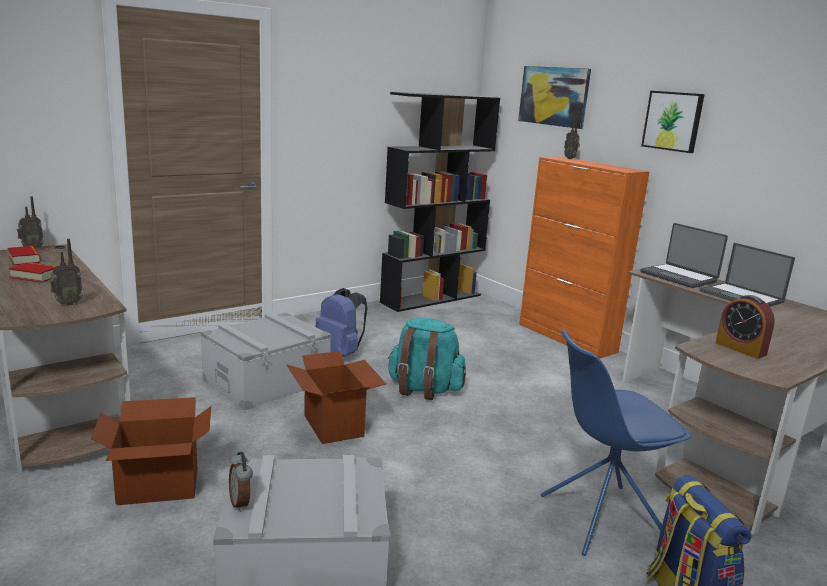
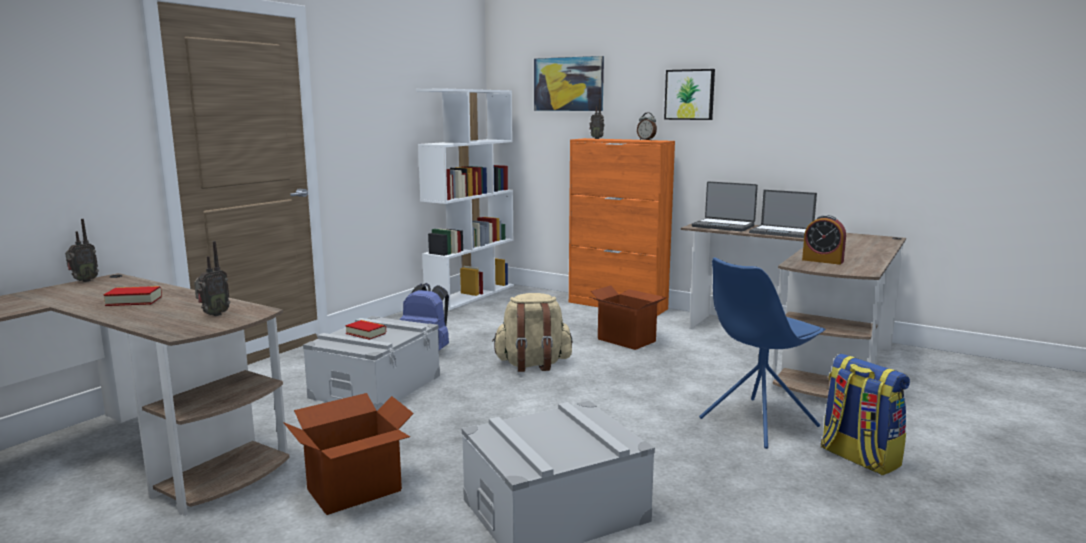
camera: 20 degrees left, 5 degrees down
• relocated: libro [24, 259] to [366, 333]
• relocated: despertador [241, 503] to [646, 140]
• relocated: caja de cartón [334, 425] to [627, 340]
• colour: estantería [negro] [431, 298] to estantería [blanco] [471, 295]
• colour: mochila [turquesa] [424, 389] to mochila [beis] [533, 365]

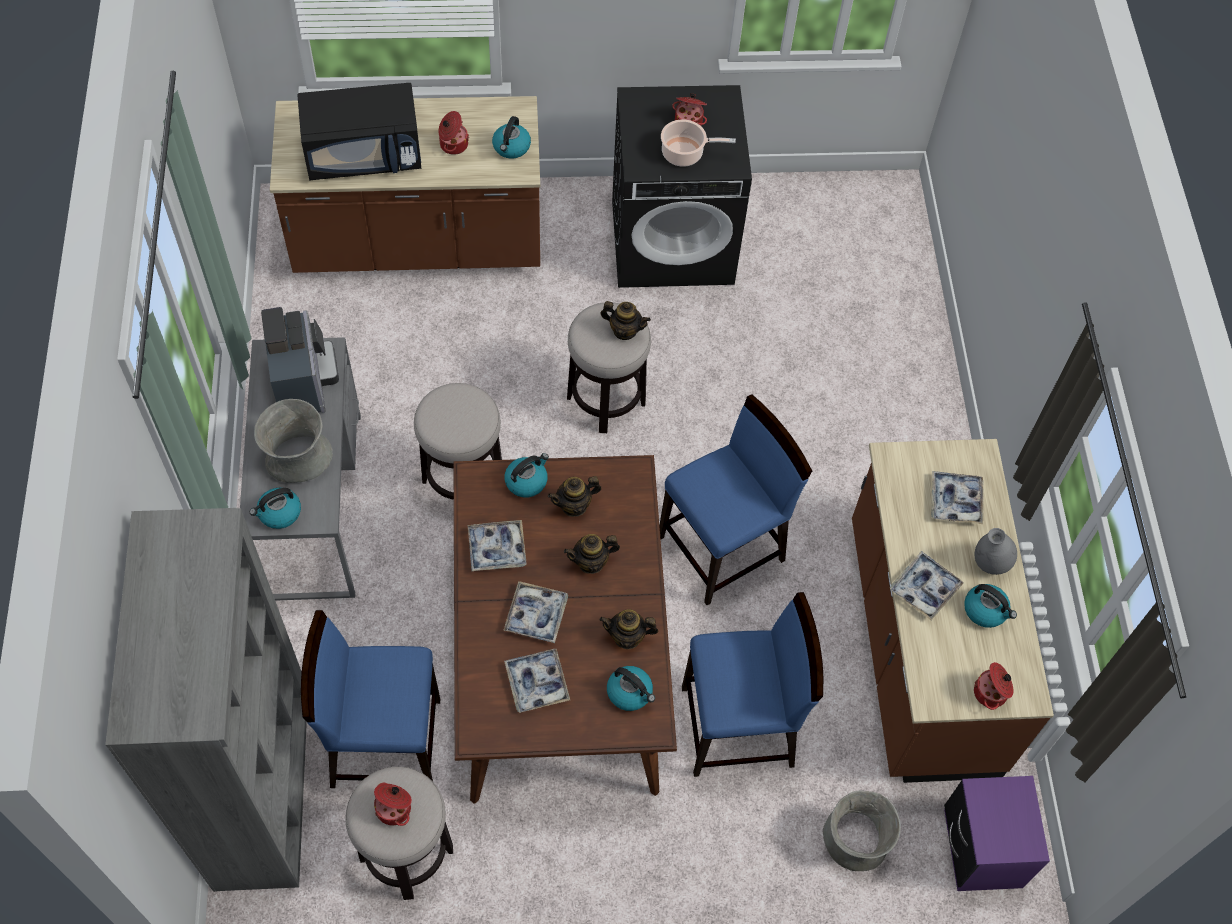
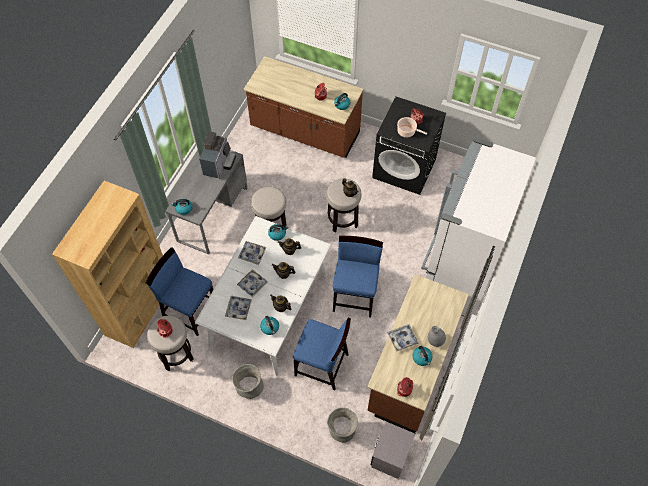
camera: 30 degrees right, 0 degrees up
• missing: microondas [negro] [364, 154]
• missing: bandeja [955, 501]
• appeared: nevera [blanco] [457, 273]
• relocated: florero [gris] [298, 458] to [249, 386]
• colour: estantería [gris] [263, 790] to estantería [marrón] [140, 308]
• colour: mesa de comedor [marrón] [560, 662] to mesa de comedor [blanco] [269, 310]
• colour: mesita de noche [morado] [982, 848] to mesita de noche [gris] [390, 456]
• spun: silla [azul] [723, 548] = [355, 295] 75 degrees counterclockwise

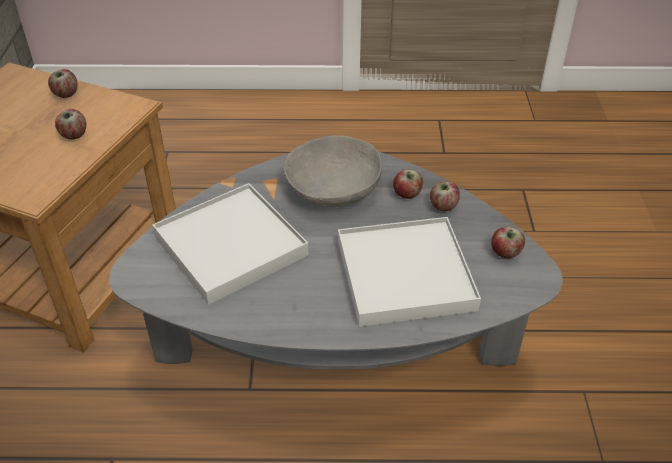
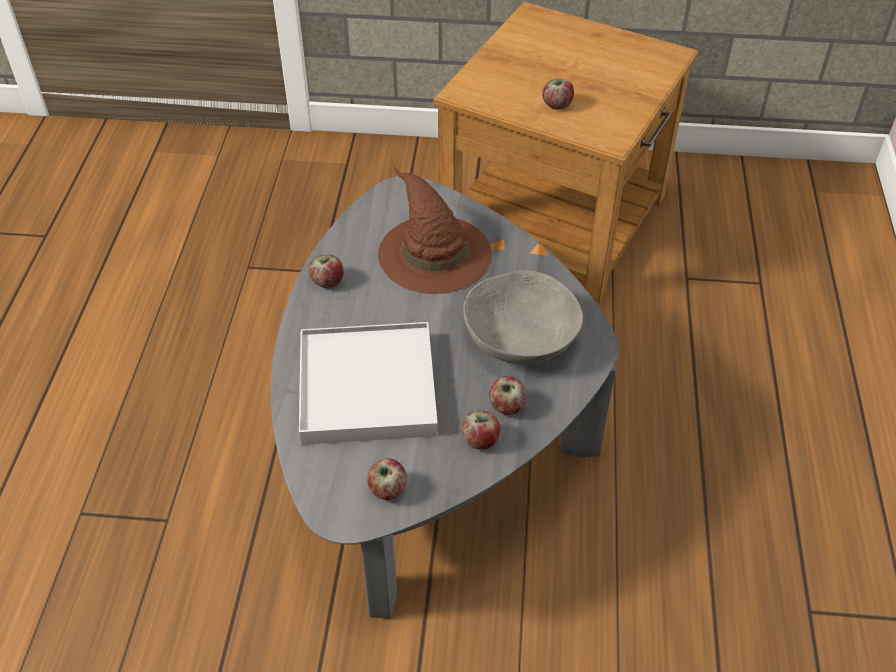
camera: 95 degrees right, 5 degrees up
• relocated: manzana [66, 94] to [327, 281]
• exchanged: bandeja [blanco] [231, 246] to sombrero [marrón] [433, 252]

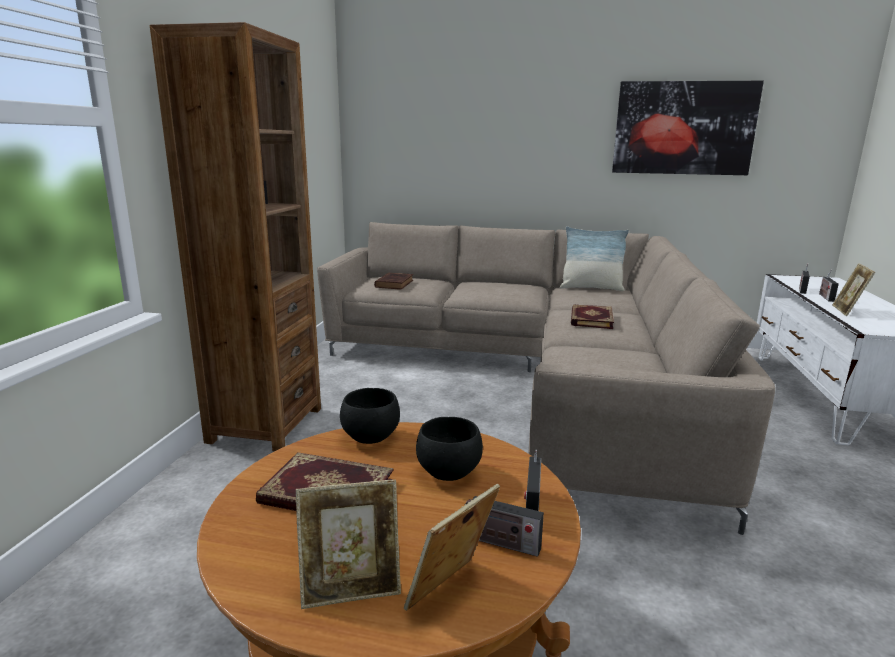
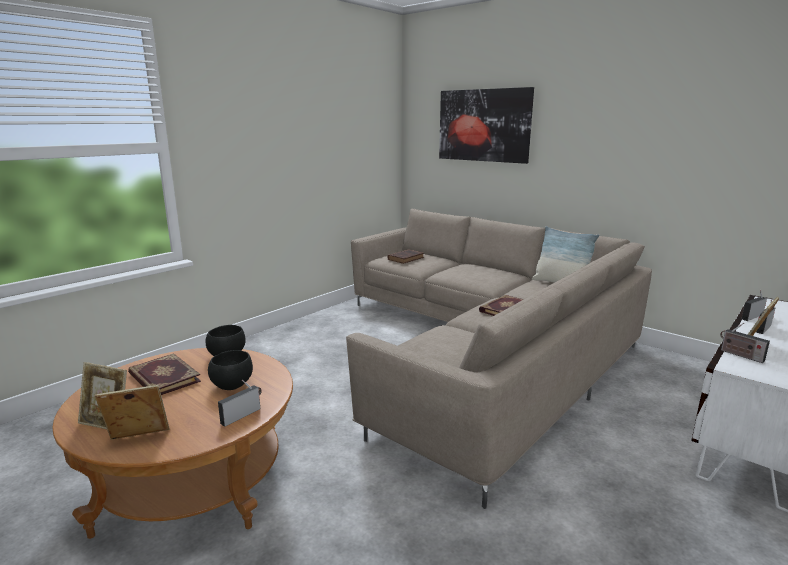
camera: 30 degrees right, 0 degrees up
• missing: estantería [marrón] [265, 425]
• relocated: radio [500, 543] to [739, 355]
• relocated: cuadro [683, 128] to [484, 125]

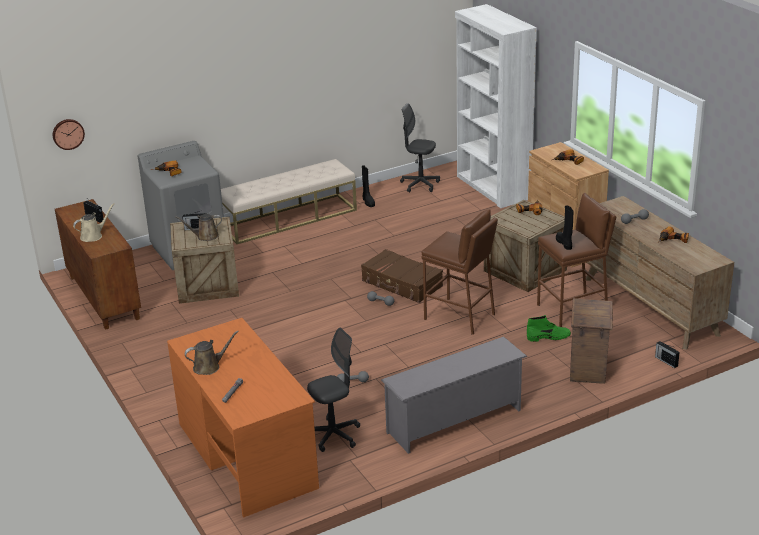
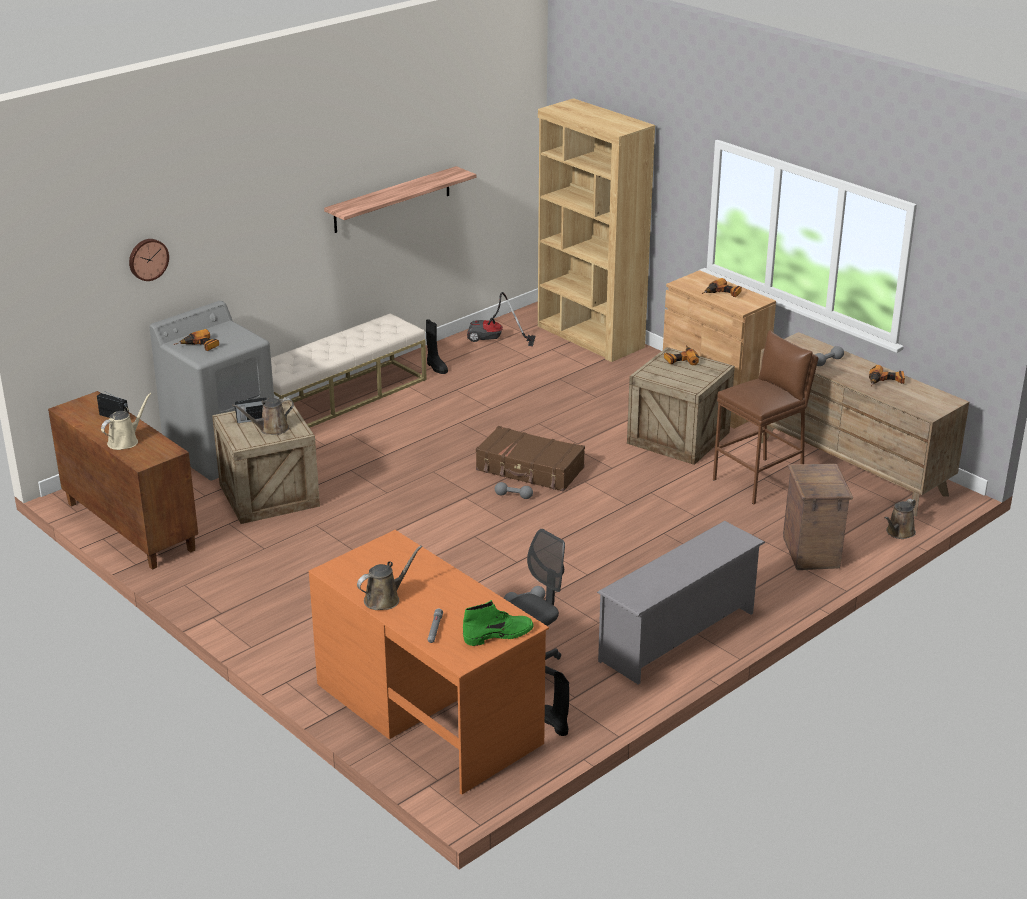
camera: 15 degrees left, 0 degrees up
• missing: taburete [marrón] [460, 316]
• appeared: estante [392, 200]
• relocated: reloj de pared [68, 133] to [147, 259]
• relocated: bota [verde] [549, 337] to [499, 635]
• relocated: bota [negro] [564, 243] to [555, 724]
• exchanged: silla de oficina [gris] [420, 184] to aspiradora [494, 340]
• exchanged: radio [666, 361] to regadera [marrón] [899, 533]
• colour: estantería [blanco] [493, 188] to estantería [marrón] [590, 337]

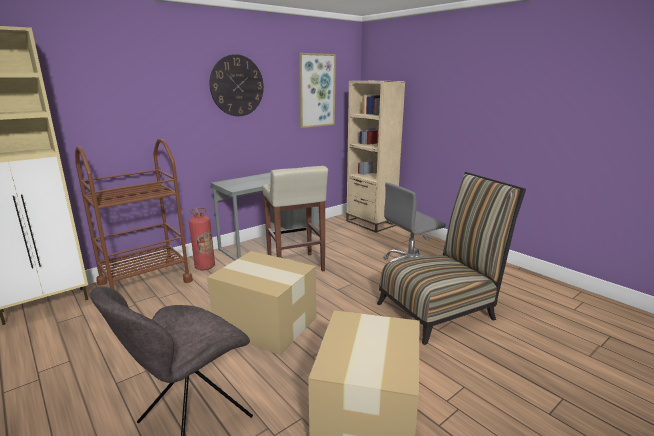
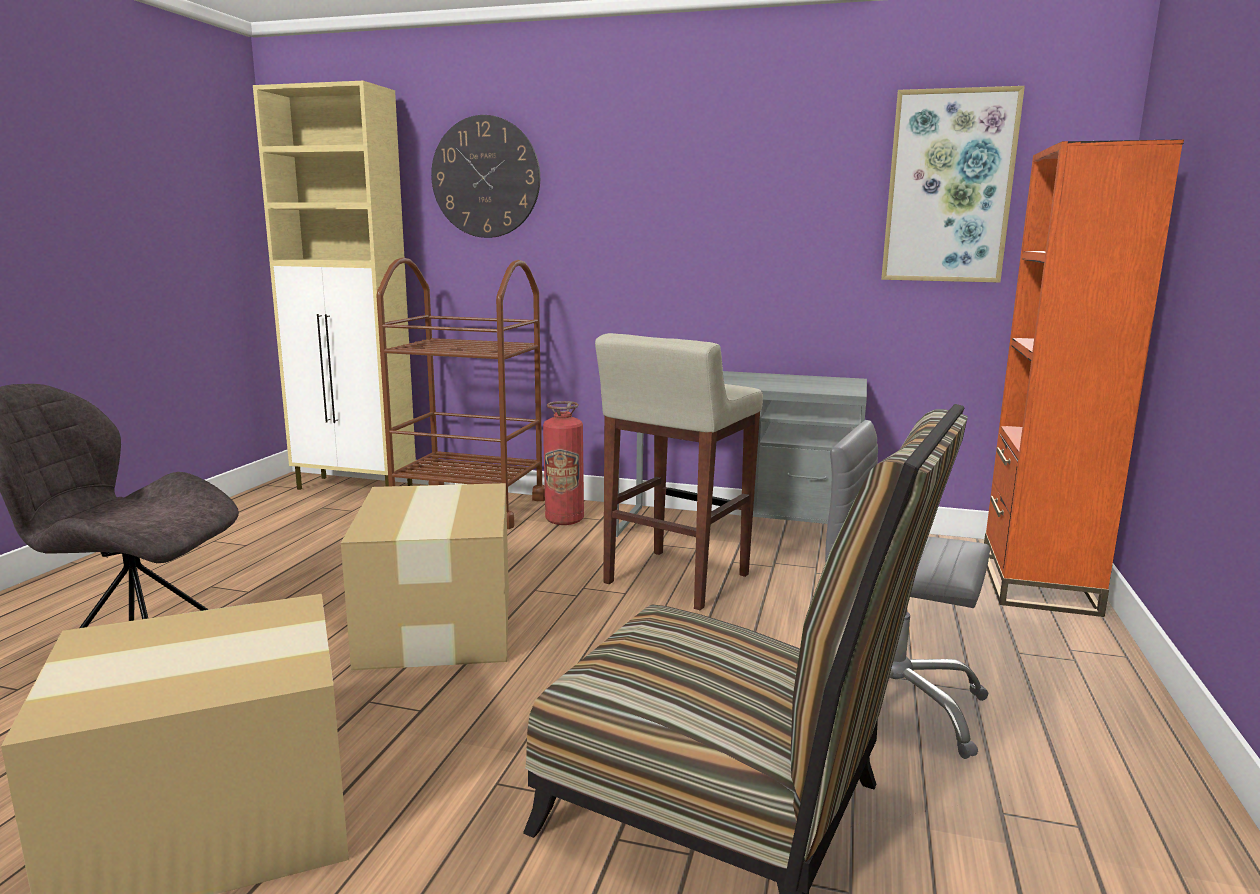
camera: 55 degrees right, 5 degrees down
• relocated: reloj de pared [237, 86] to [485, 177]
• colour: estantería [beis] [370, 223] to estantería [naranja] [1037, 584]

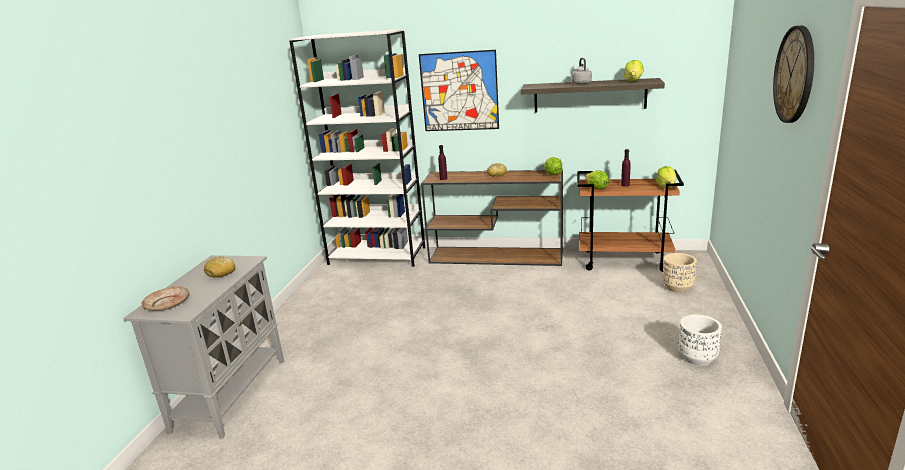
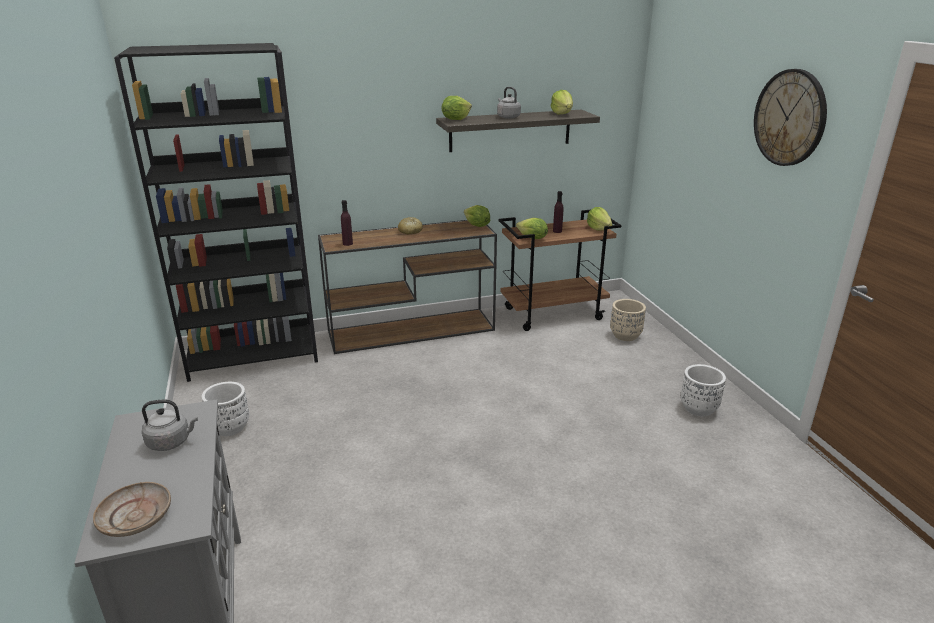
camera: 30 degrees left, 5 degrees up
• missing: cuadro [459, 91]
• appeared: maceta [blanco] [230, 427]
• appeared: lechuga [455, 119]
• exchanged: pan [221, 273] to hervidor [gris] [171, 442]
• colour: estantería [blanco] [378, 256] to estantería [negro] [254, 355]

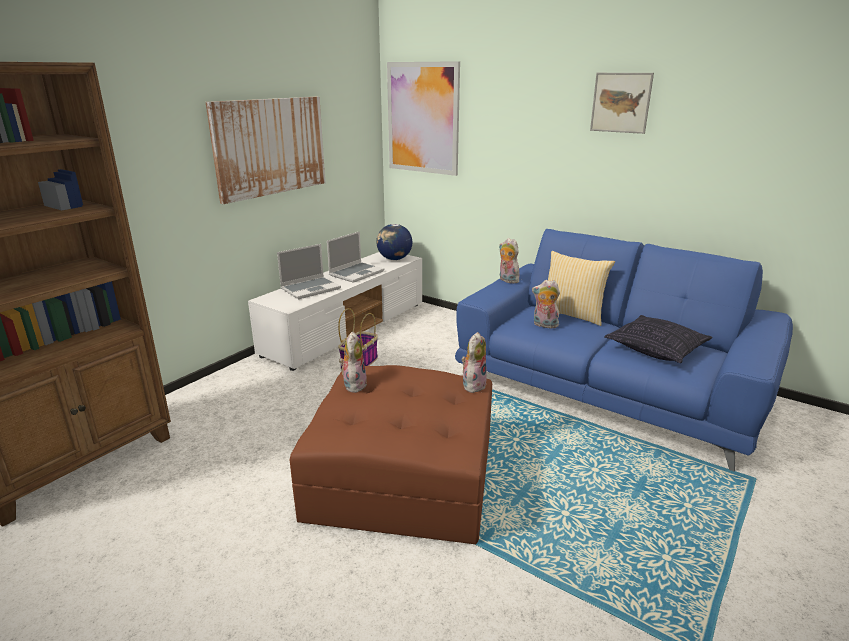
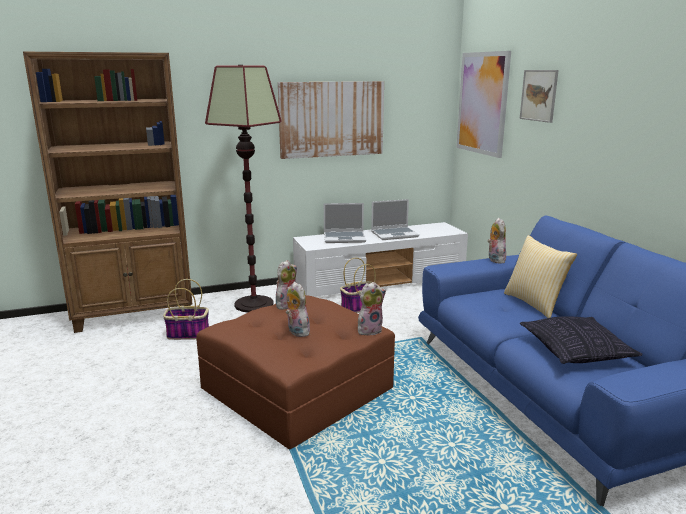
camera: 35 degrees right, 5 degrees down
• missing: globo terráqueo [394, 259]
• appeared: cesta [187, 334]
• appeared: lámpara de pie [254, 304]
• relocated: peluche [544, 325] to [296, 331]
• relocated: cuadro [621, 102] to [539, 95]

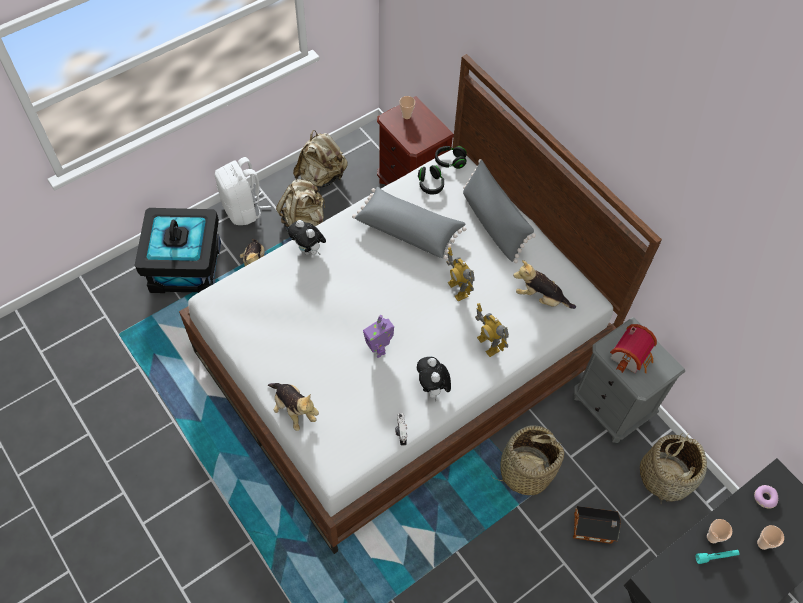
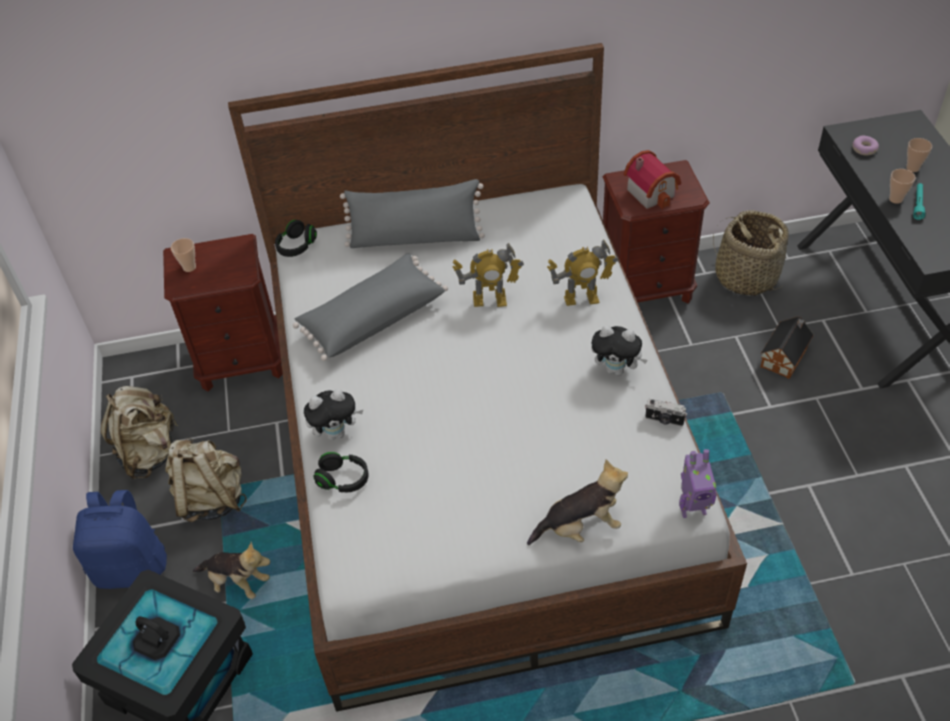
camera: 60 degrees left, 10 degrees down
• missing: cesta [525, 470]
• missing: peluche [540, 298]
• relocated: robot de juguete [378, 349] to [692, 508]
• relocated: auriculares [negro] [430, 184] to [343, 479]
• colour: mochila [blanco] [243, 209] to mochila [azul] [132, 567]
• colour: mesita de noche [gris] [611, 407] to mesita de noche [marrón] [646, 288]

